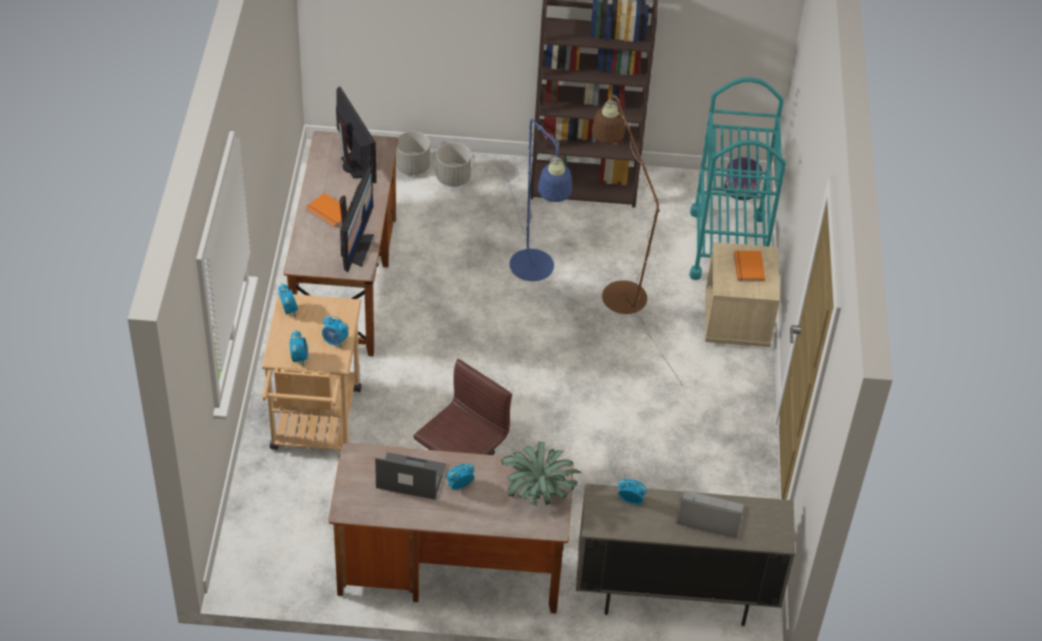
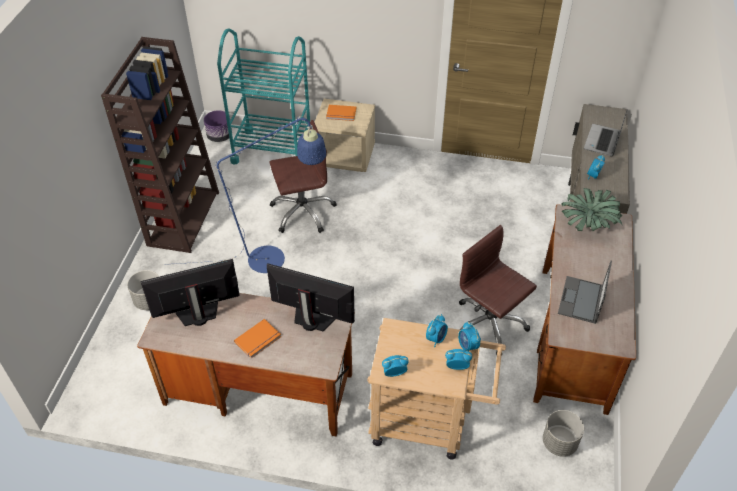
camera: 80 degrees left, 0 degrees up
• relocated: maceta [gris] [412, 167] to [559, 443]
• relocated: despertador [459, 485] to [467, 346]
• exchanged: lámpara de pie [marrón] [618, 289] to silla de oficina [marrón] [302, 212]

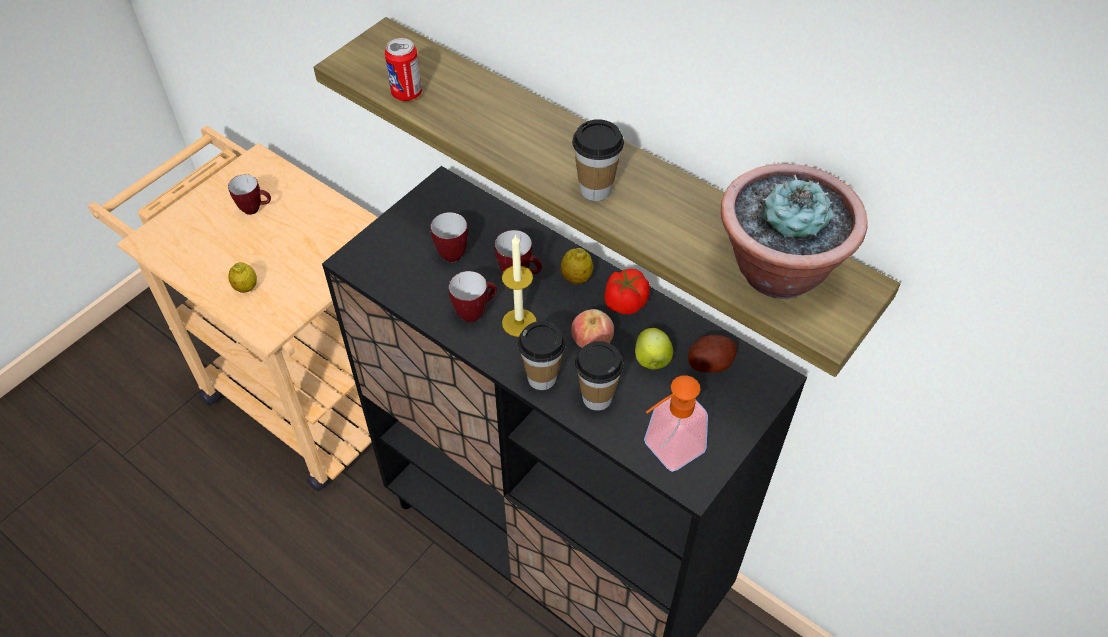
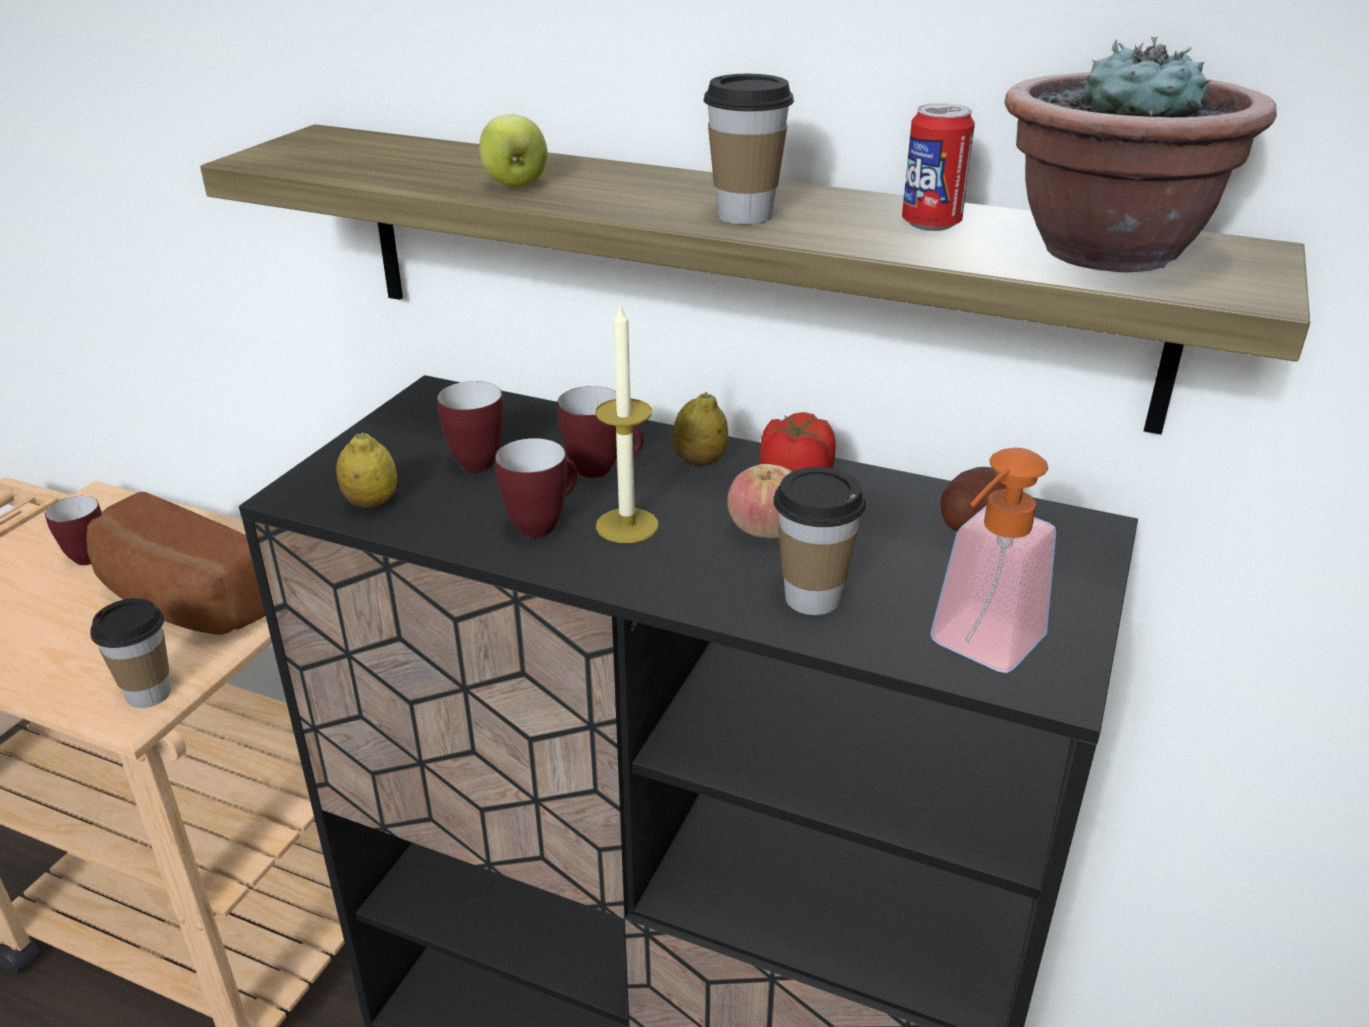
camera: 15 degrees left, 20 degrees down
• appeared: pan [181, 604]
• relocated: limón [246, 287] to [371, 503]
• relocated: lata [406, 94] to [931, 224]
• relocated: taza [542, 378] to [149, 694]
• relocated: manzana [652, 361] to [515, 184]

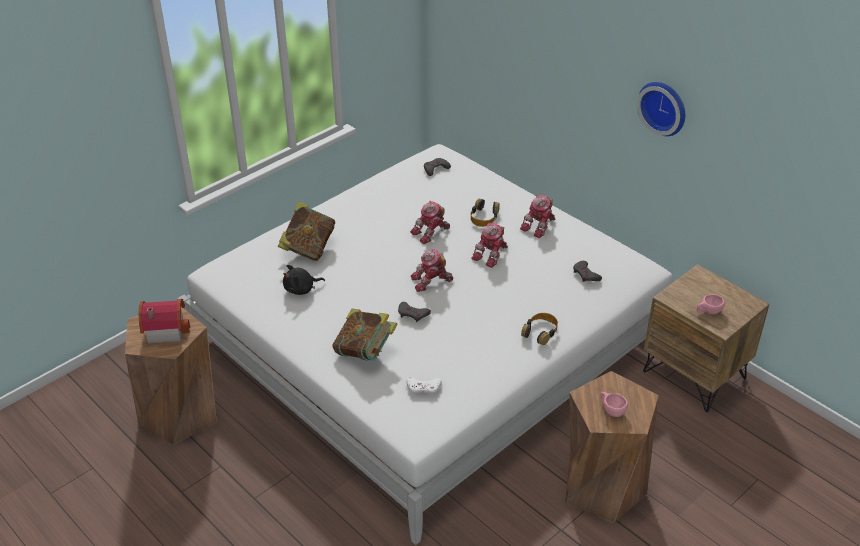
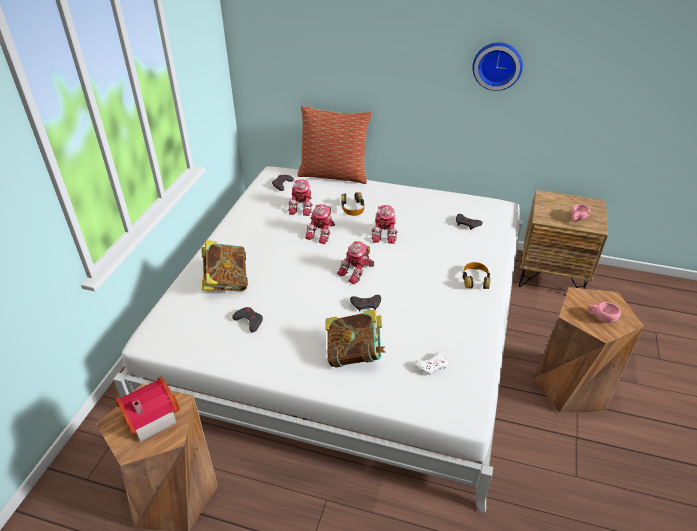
camera: 30 degrees left, 0 degrees up
• appeared: cojín [334, 174]
• relocated: robot de juguete [540, 226] to [303, 206]
• exchanged: peluche [negro] [301, 289] to mando de consola [gris] [249, 321]

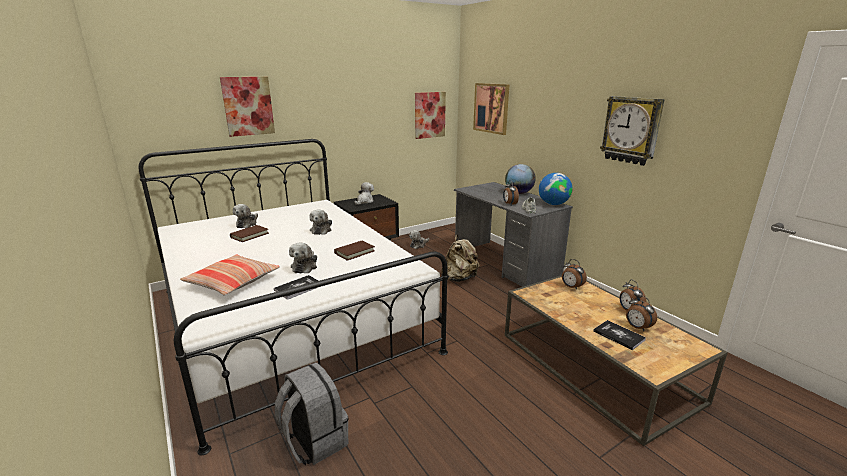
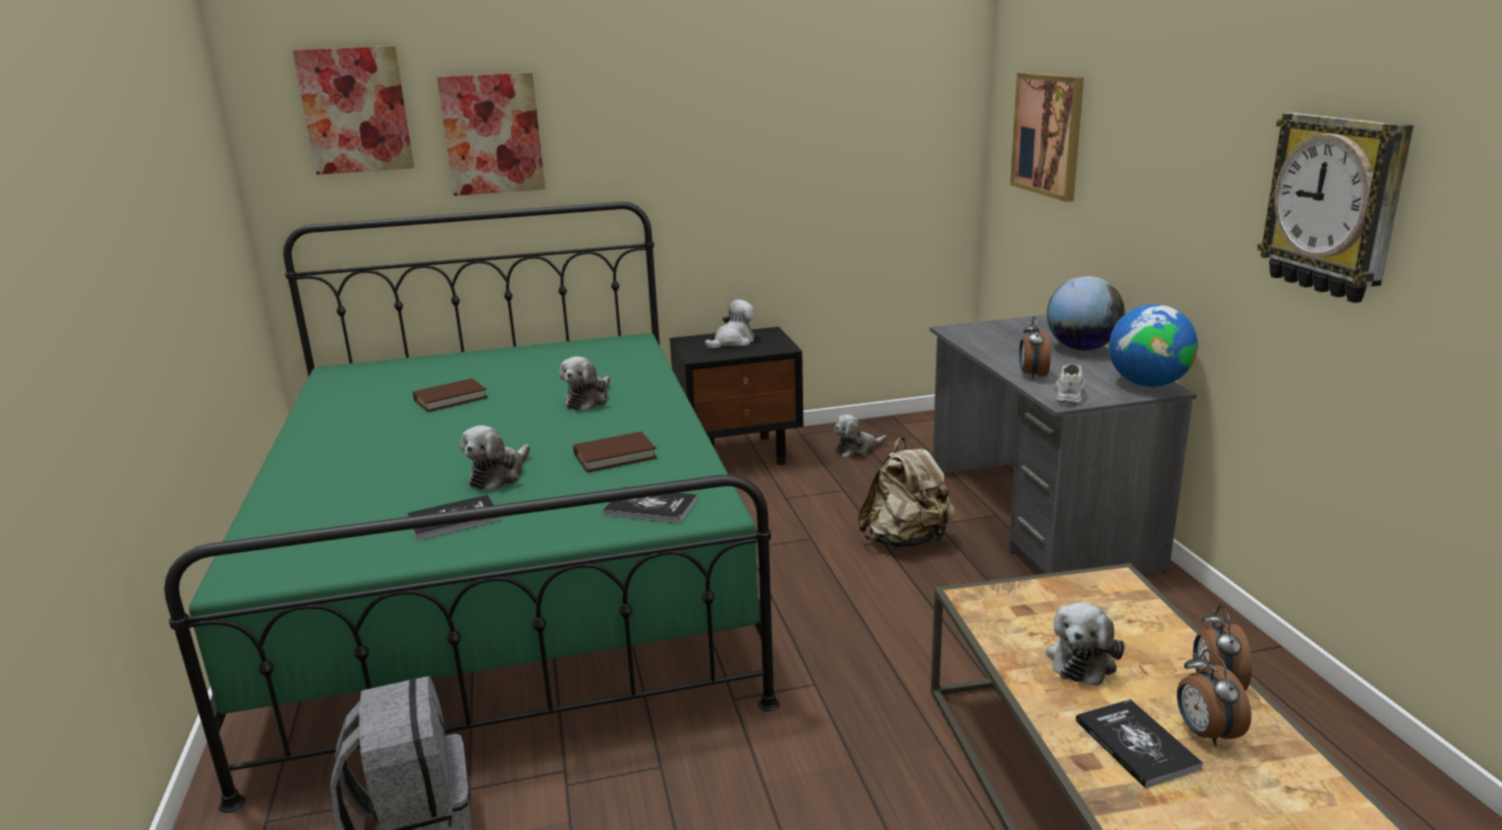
camera: 20 degrees right, 0 degrees up
• missing: cojín [233, 282]
• missing: despertador [571, 287]
• appeared: libro [651, 507]
• relocated: peluche [247, 224] to [1082, 659]
• relocated: cuadro [429, 115] to [355, 110]
• colour: cama [blanco] [290, 318] to cama [verde] [509, 577]

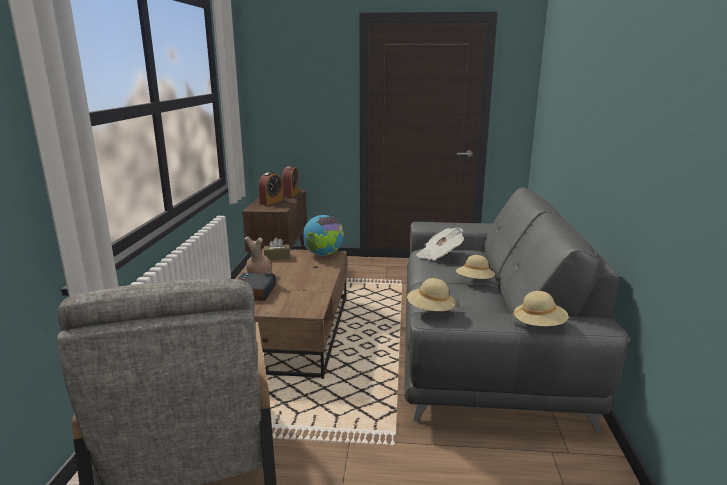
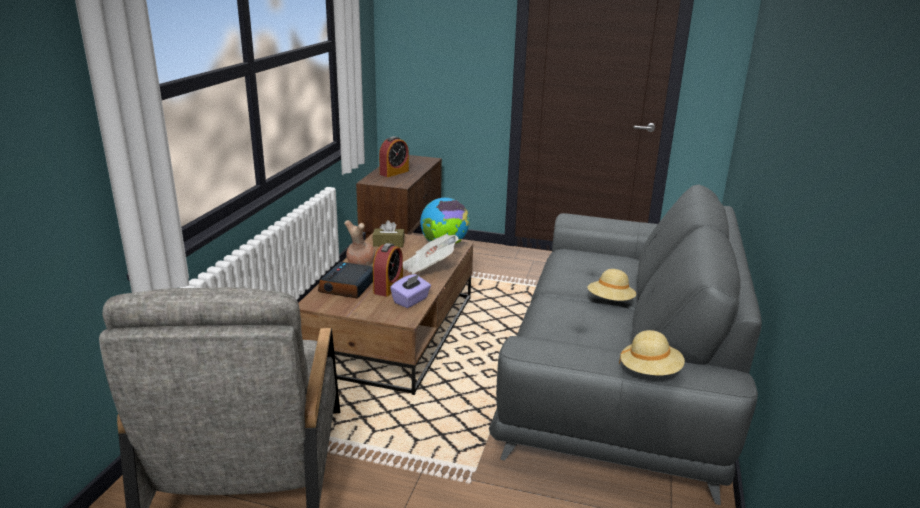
camera: 10 degrees right, 5 degrees up
• missing: sombrero [beis] [430, 311]
• appeared: caja de pañuelos [morado] [411, 301]
• relocated: despertador [291, 194] to [388, 287]
• relocated: periódico [439, 255] to [428, 267]

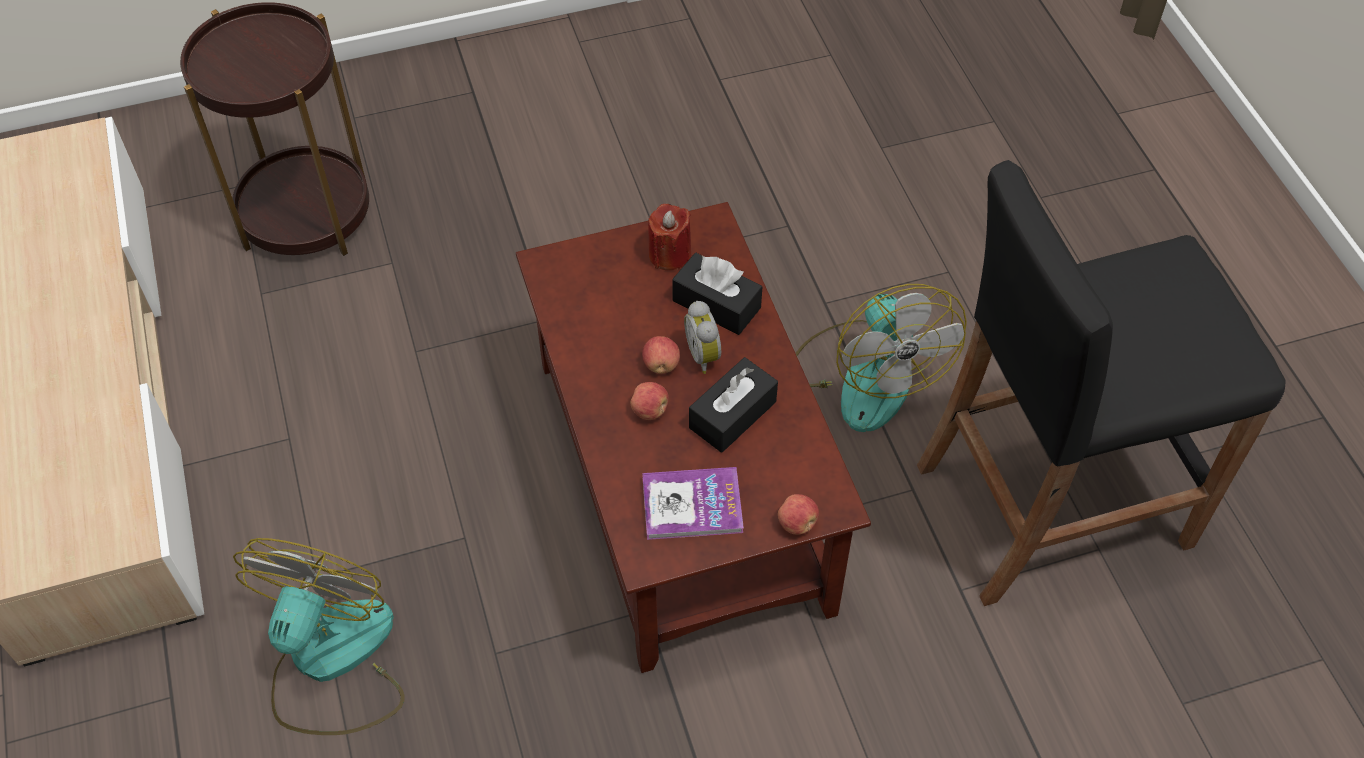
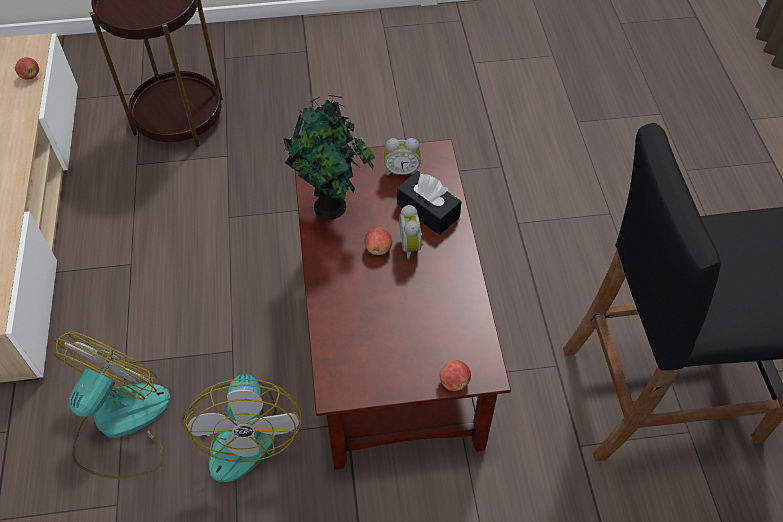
camera: 10 degrees right, 0 degrees up
• missing: libro [692, 505]
• missing: caja de pañuelos [negro] [732, 414]
• appeared: planta en maceta [332, 208]
• relocated: manzana [650, 410] to [30, 76]
• relocated: ventilador [866, 374] to [242, 430]
• exchanged: vela [rojo] [670, 254] to despertador [401, 170]

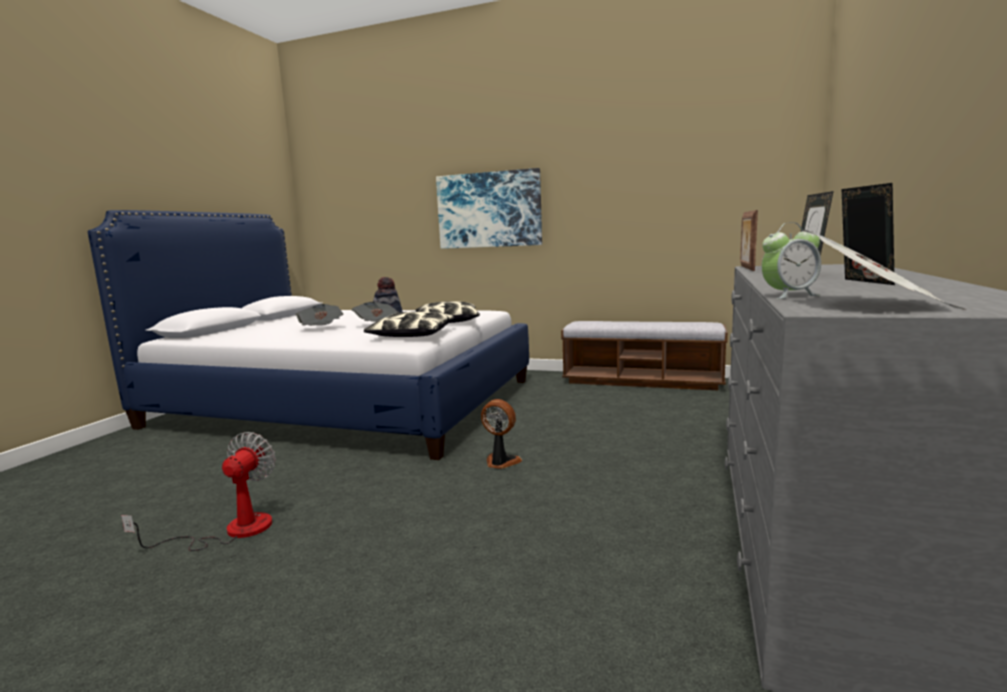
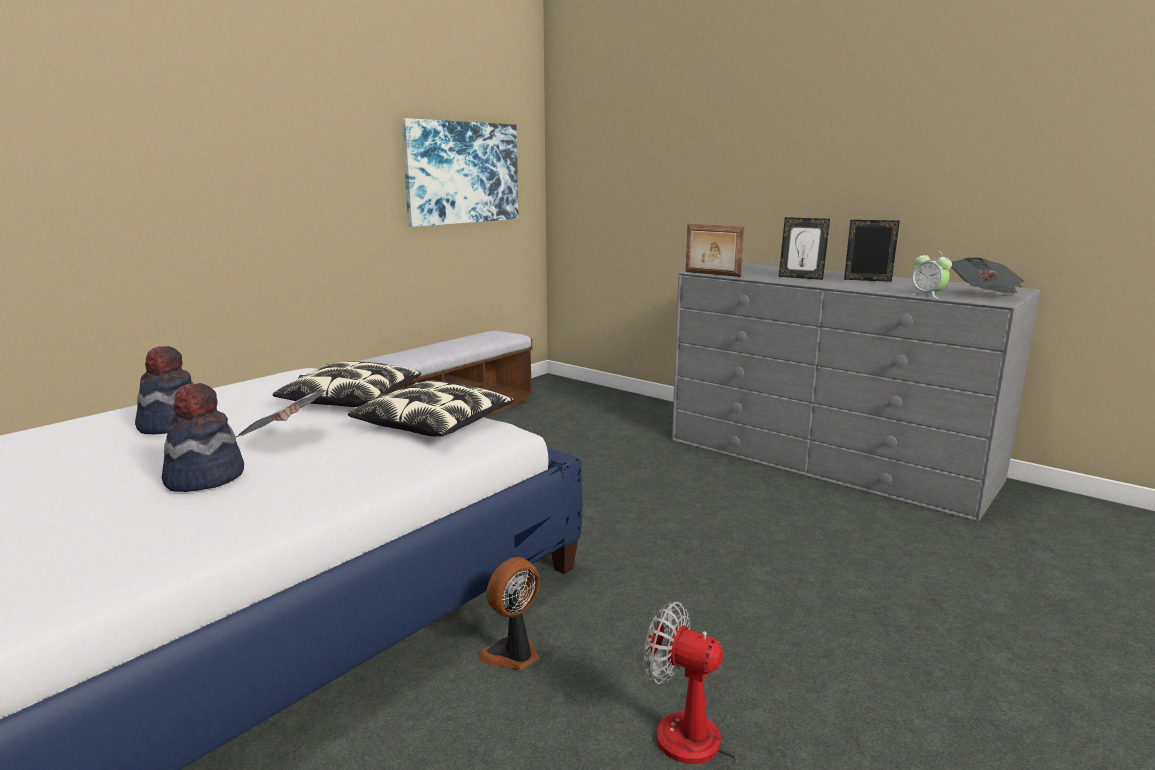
camera: 70 degrees left, 5 degrees up
• relocated: cuadro [489, 210] to [462, 173]
• relocated: ventilador [501, 462] to [513, 654]
• exchanged: periódico [321, 328] to sombrero [204, 478]
• spun: despertador [789, 295] = [927, 295] 135 degrees clockwise

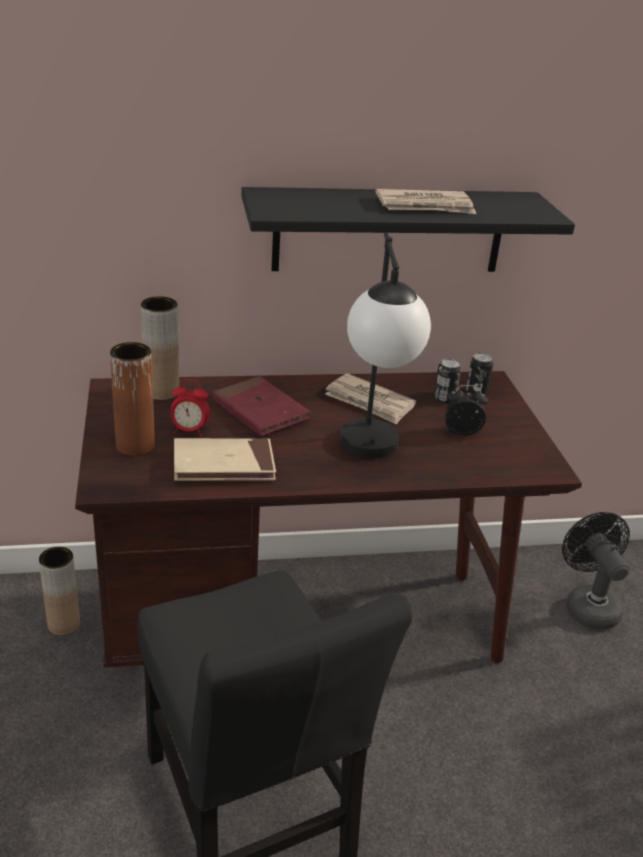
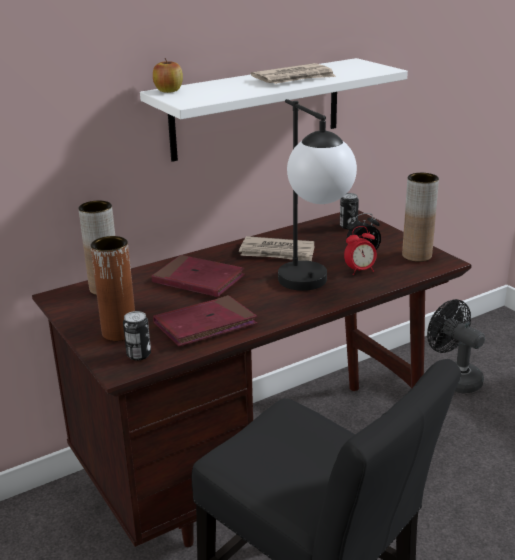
camera: 20 degrees left, 5 degrees down
• appeared: manzana [168, 91]
• relocated: florero [marrón] [64, 624] to [416, 256]
• relocated: despertador [189, 431] to [360, 271]
• relocated: lata [444, 398] to [139, 355]
• colour: libro [beis] [223, 464] to libro [rojo] [205, 325]
• colour: estante [negro] [389, 230] to estante [blanco] [257, 109]

